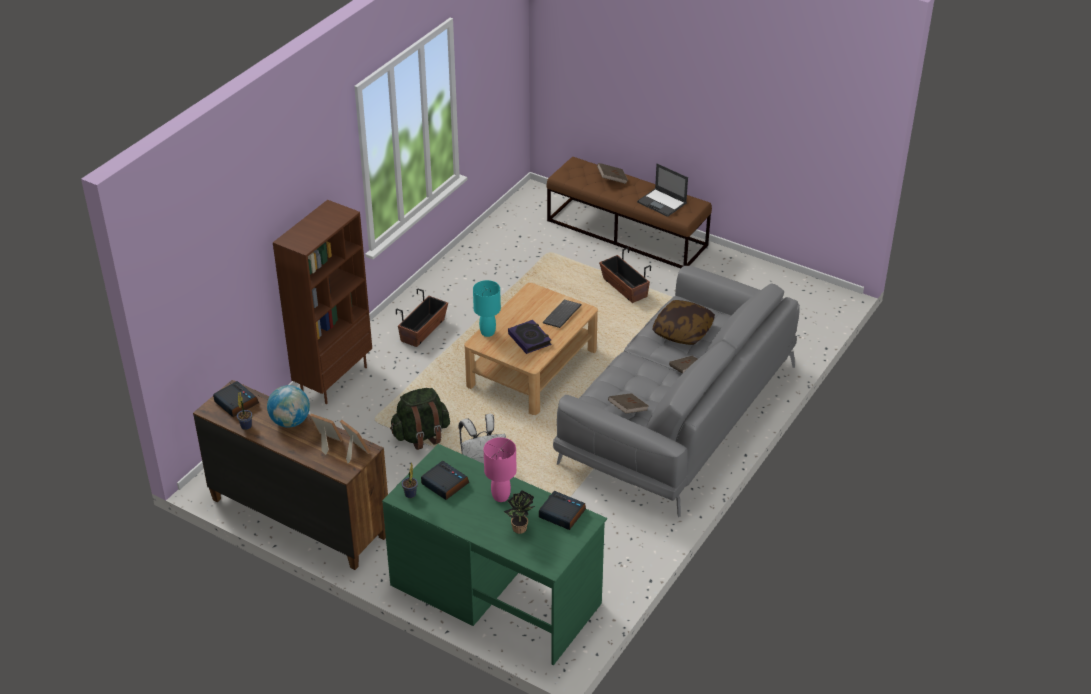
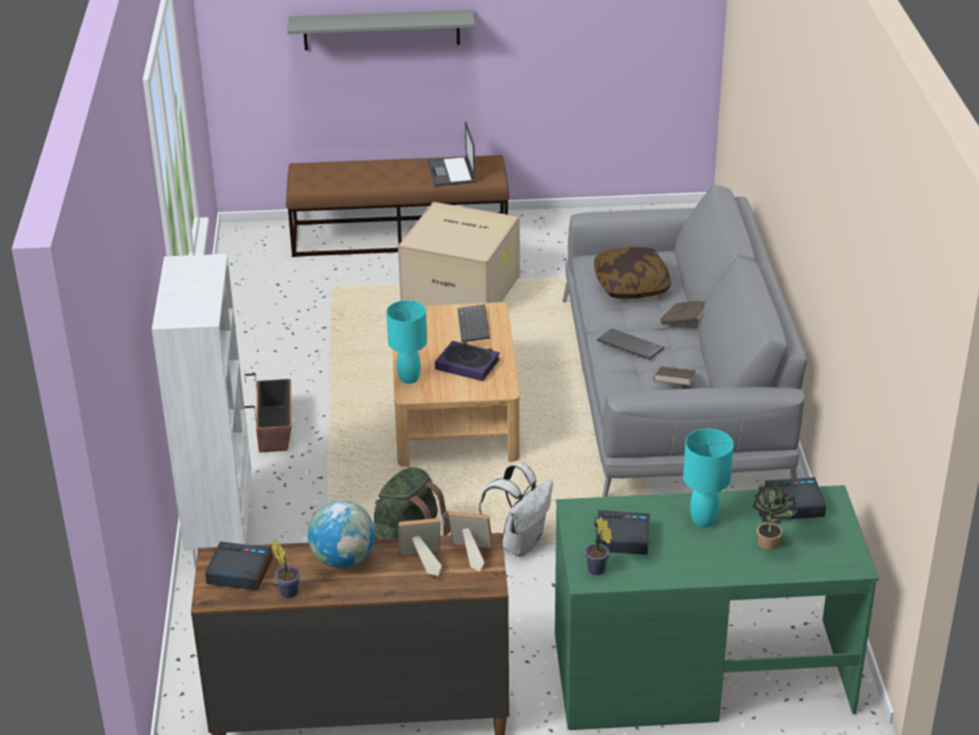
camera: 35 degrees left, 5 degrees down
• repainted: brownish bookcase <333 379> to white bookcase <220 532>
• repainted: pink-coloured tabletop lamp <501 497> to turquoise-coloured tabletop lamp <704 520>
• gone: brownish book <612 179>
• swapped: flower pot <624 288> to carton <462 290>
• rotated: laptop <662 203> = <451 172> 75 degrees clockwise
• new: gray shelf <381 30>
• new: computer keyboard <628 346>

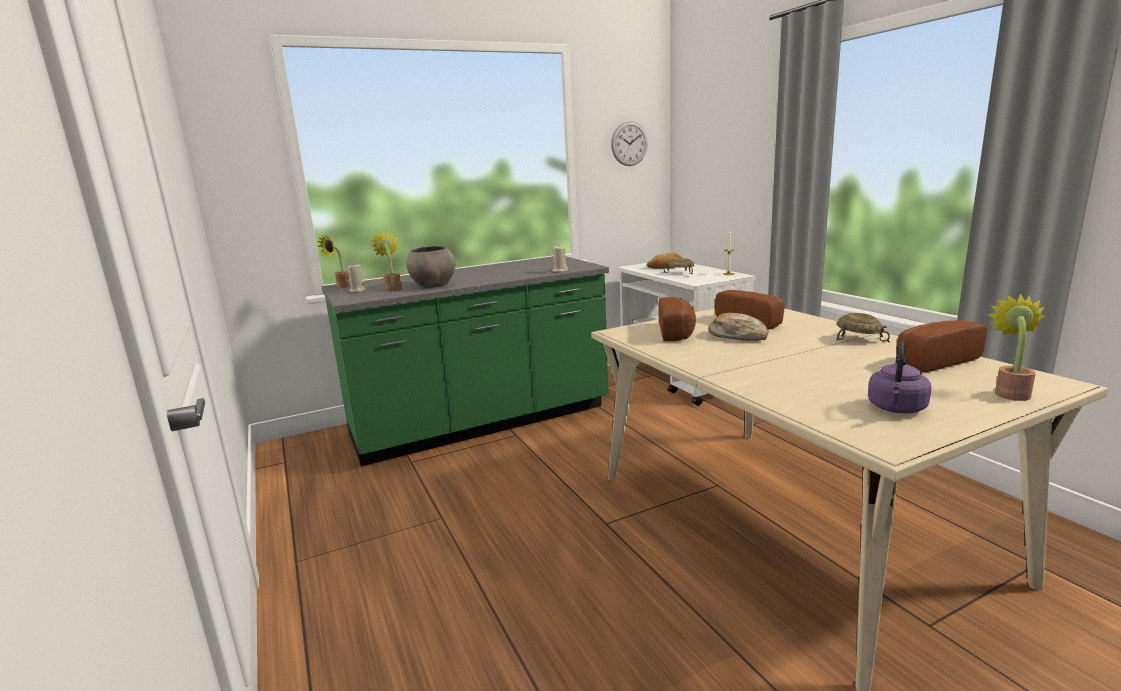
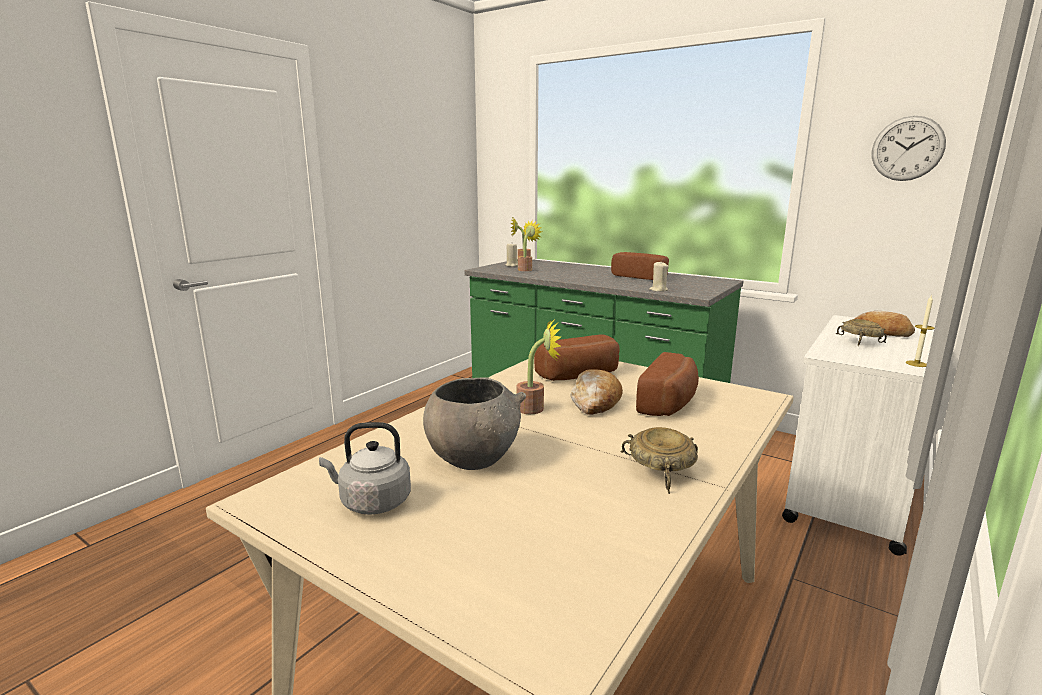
camera: 60 degrees right, 0 degrees up
• shifted: gray bowl <433 285> to <473 458>
• repainted: purple-coloured water kettle <896 409> to gray water kettle <372 502>
• shifted: baked bread <932 361> to <641 276>
• shifted: plant in a pot <1010 392> to <536 408>

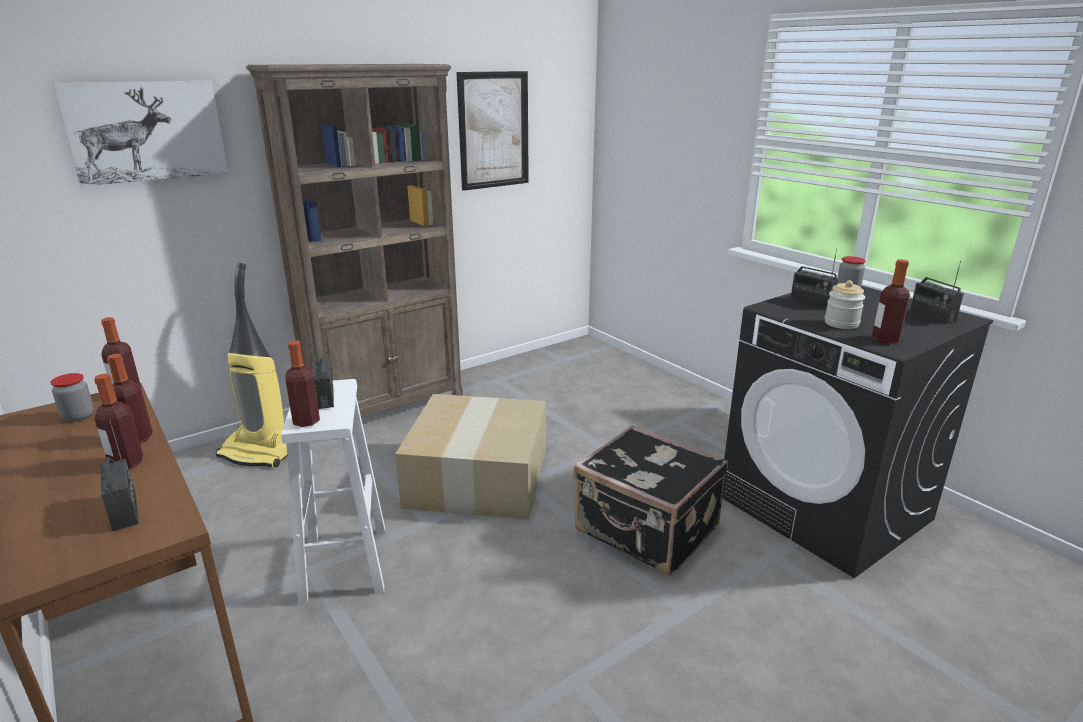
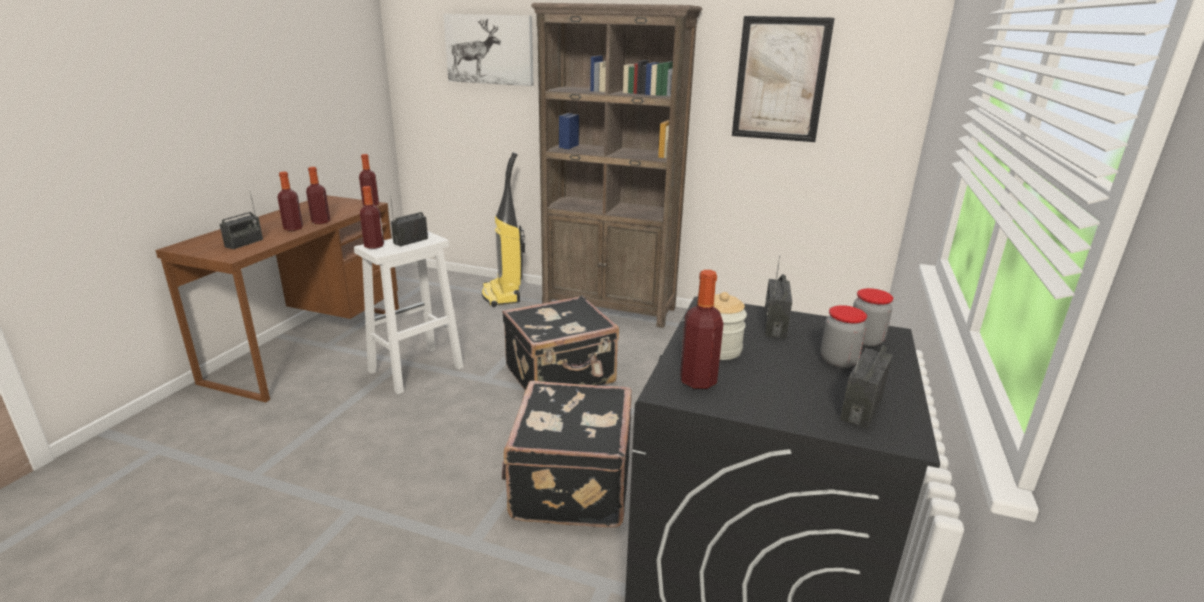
camera: 55 degrees right, 0 degrees up
• shifted: preserve jar <78 416> to <838 361>
• swapped: carton <476 476> to black piece of luggage <561 376>

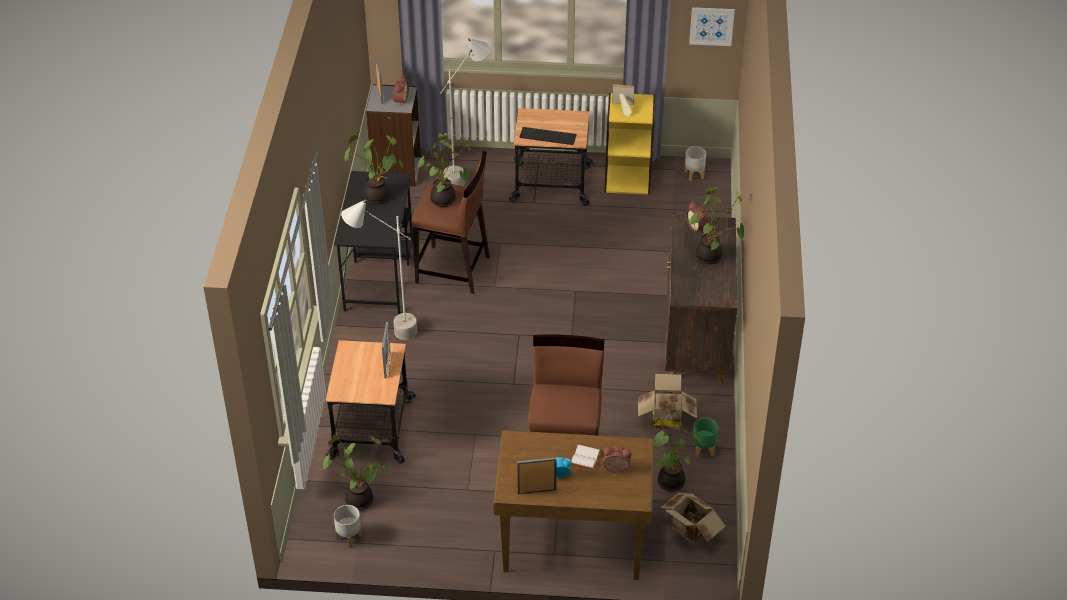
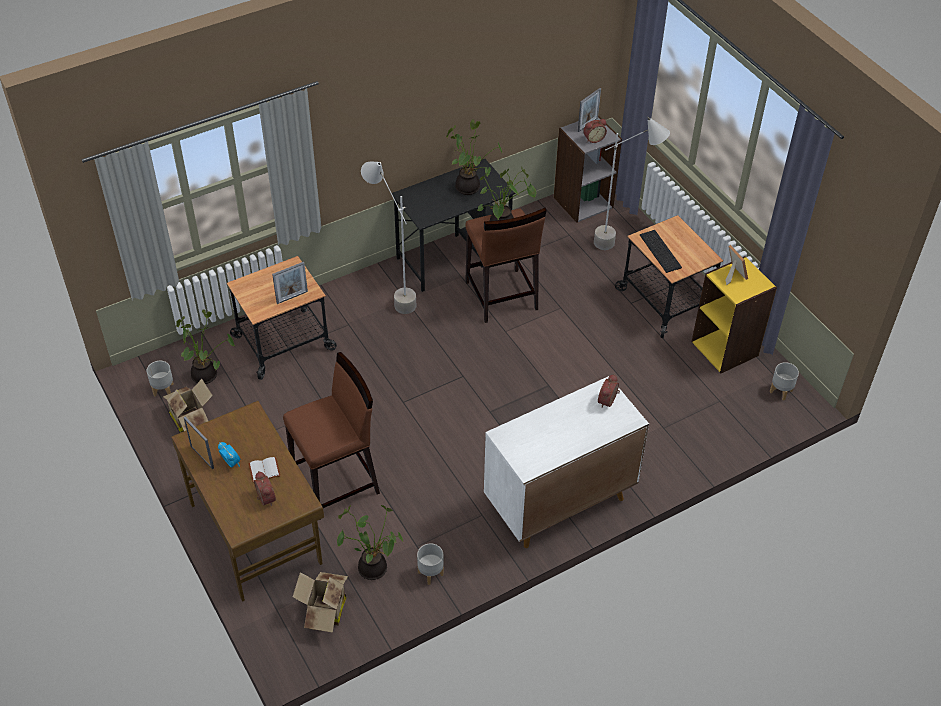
camera: 55 degrees right, 5 degrees up
• shifted: carton <665 417> to <191 419>
• repainted: brownish cupboard <696 343> to white cupboard <558 503>
• gone: wall art <711 25>
• gone: plant in a pot <711 257>
• repainted: greenish flower pot <704 449> to gray flower pot <431 574>

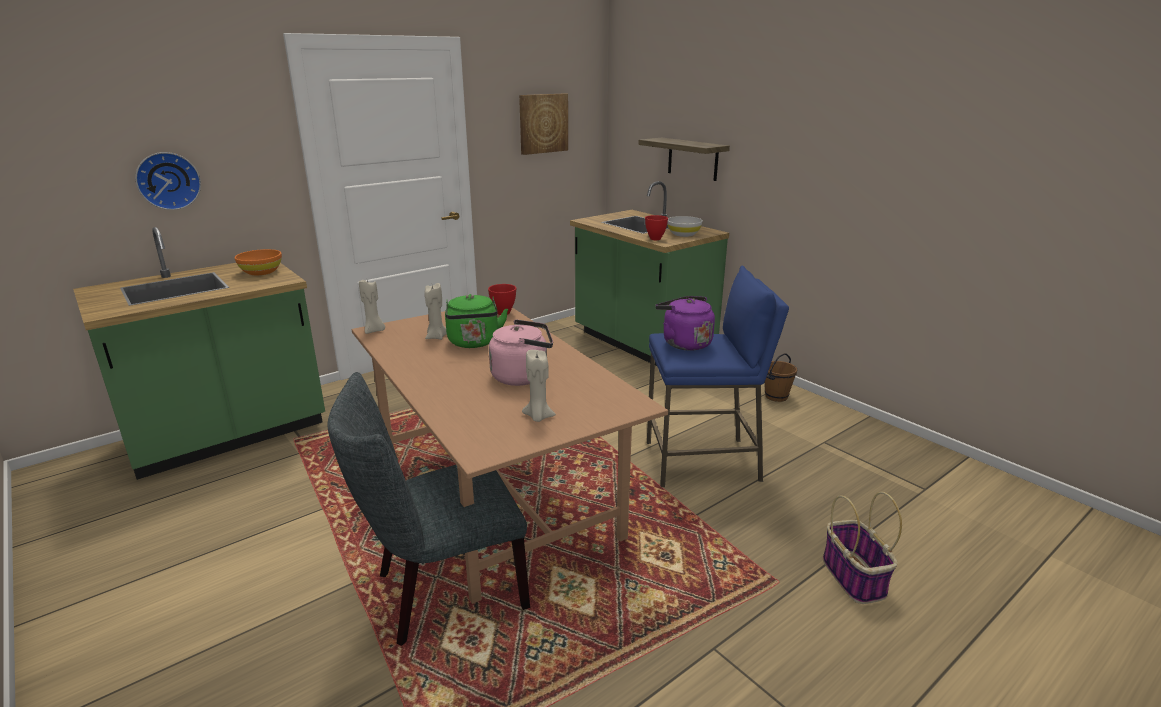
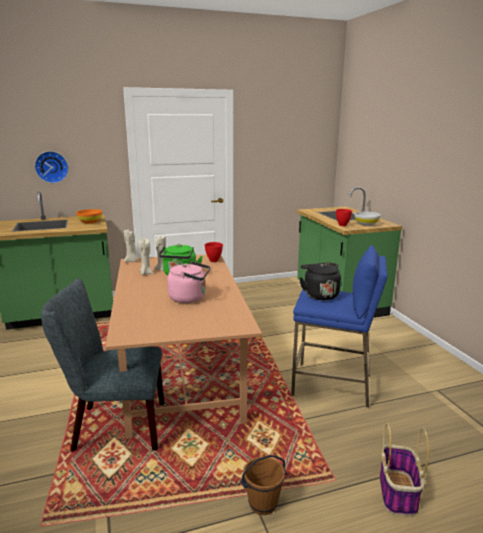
camera: 20 degrees right, 5 degrees down
• gone: wall art <543 123>
• shifted: beige wax light <538 417> to <146 273>
• gone: shelf <692 159>
• repainted: purple-coloured water kettle <684 343> to black water kettle <319 295>
• shifted: brownish pail <776 396> to <262 503>

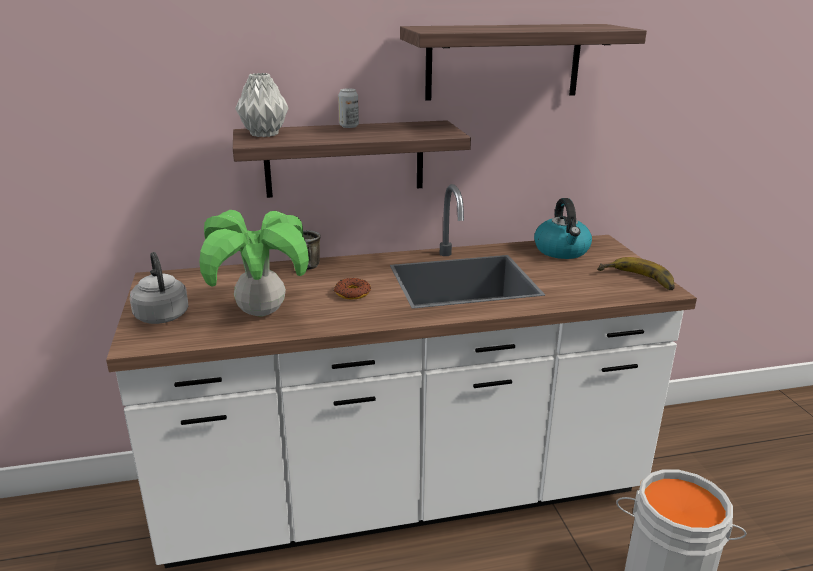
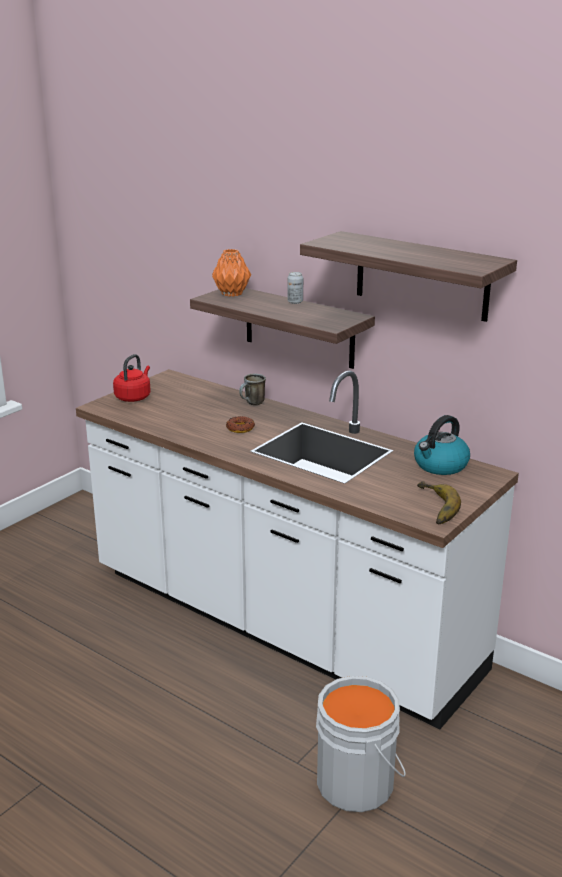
camera: 50 degrees right, 0 degrees up
• repainted: gray water kettle <161 315> to reddish water kettle <134 397>
• gone: plant in a pot <262 312>
• repainted: gray decorative vase <265 134> to orangey decorative vase <232 294>

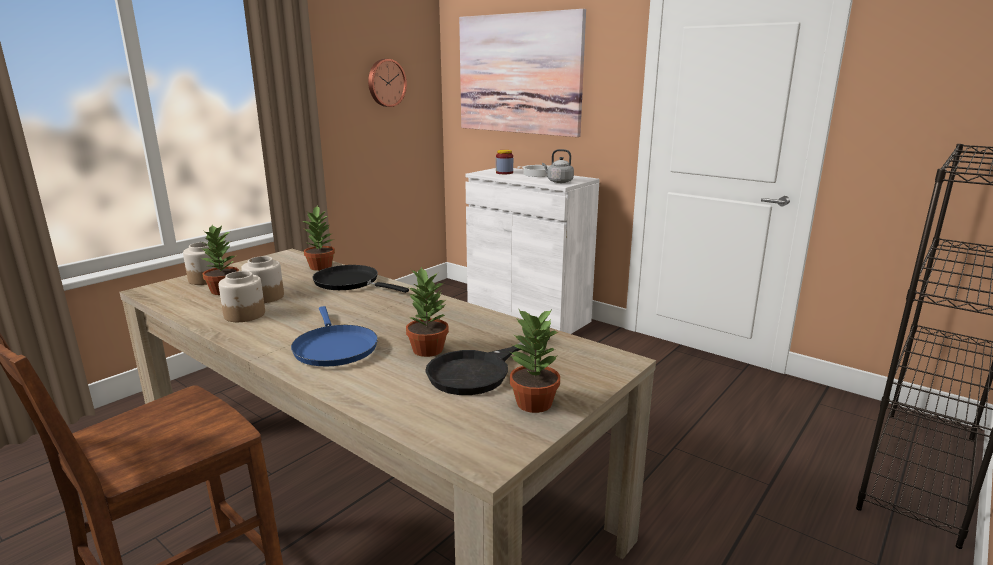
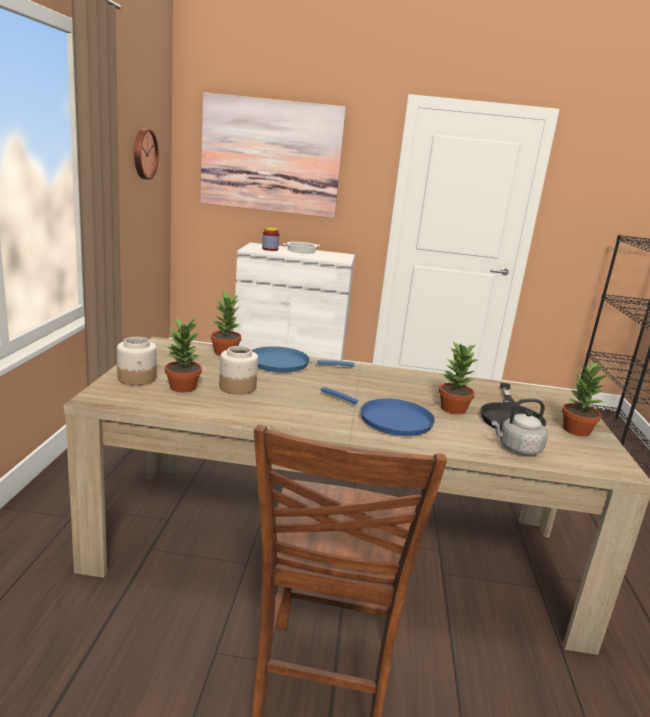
camera: 35 degrees left, 0 degrees up
• gone: preserve jar <245 315>
• repainted: black skillet <350 282> to blue skillet <283 364>
• shifted: gray water kettle <558 181> to <517 449>

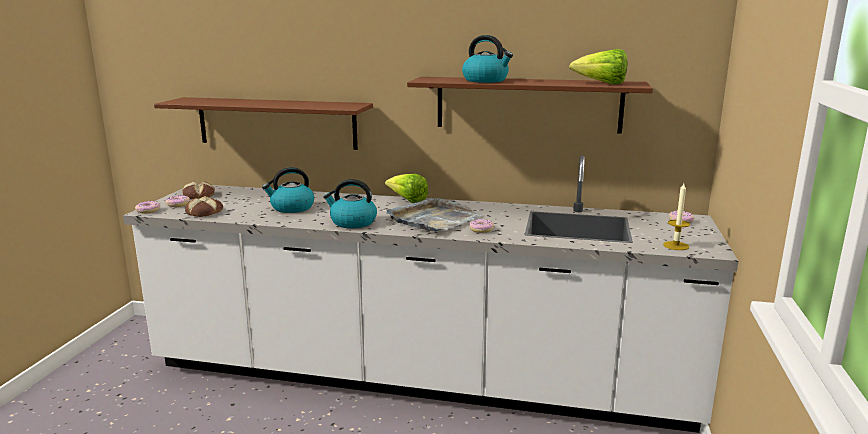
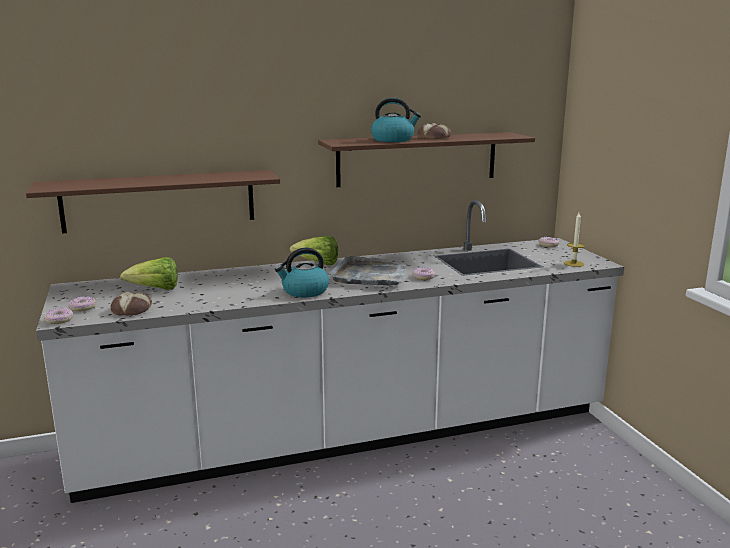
camera: 30 degrees left, 0 degrees up
• shifted: baked bread <198 196> to <434 138>
• gone: water kettle <291 208>
• shifted: lettuce head <602 84> to <156 289>

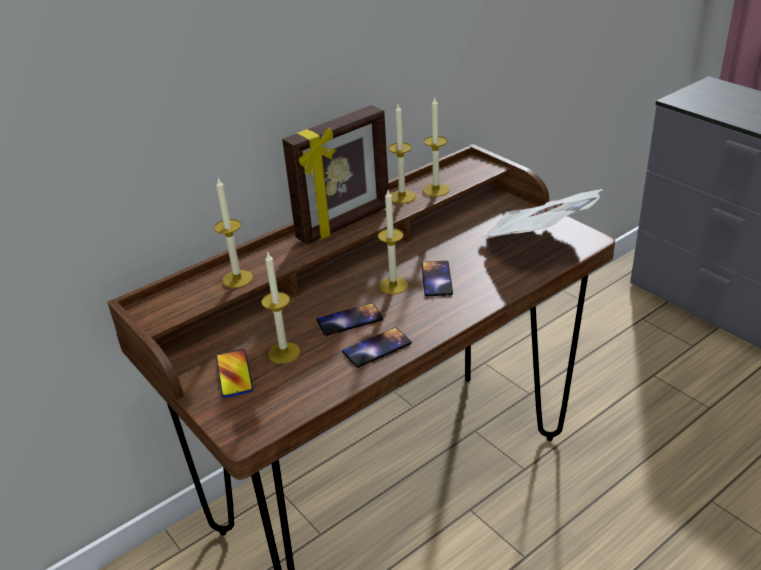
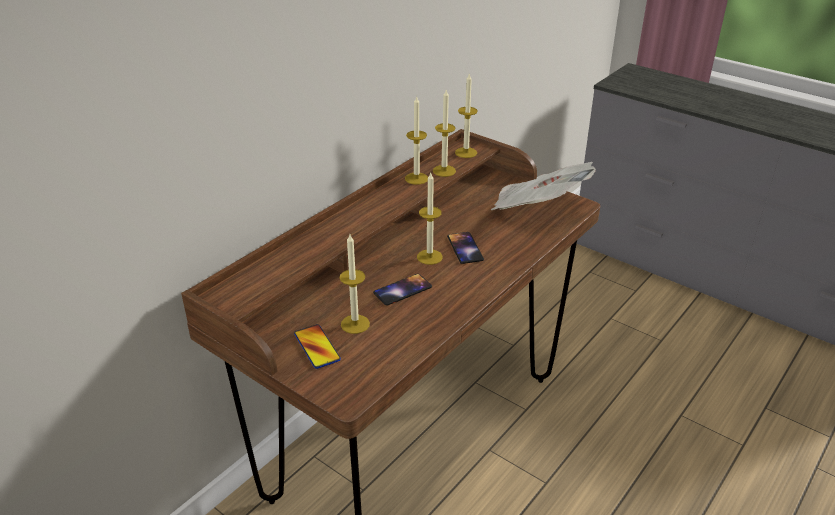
camera: 15 degrees left, 0 degrees up
• shifted: wax light <237 279> to <466 152>
• gone: standing frame <345 223>
• gone: telephone <377 348>

